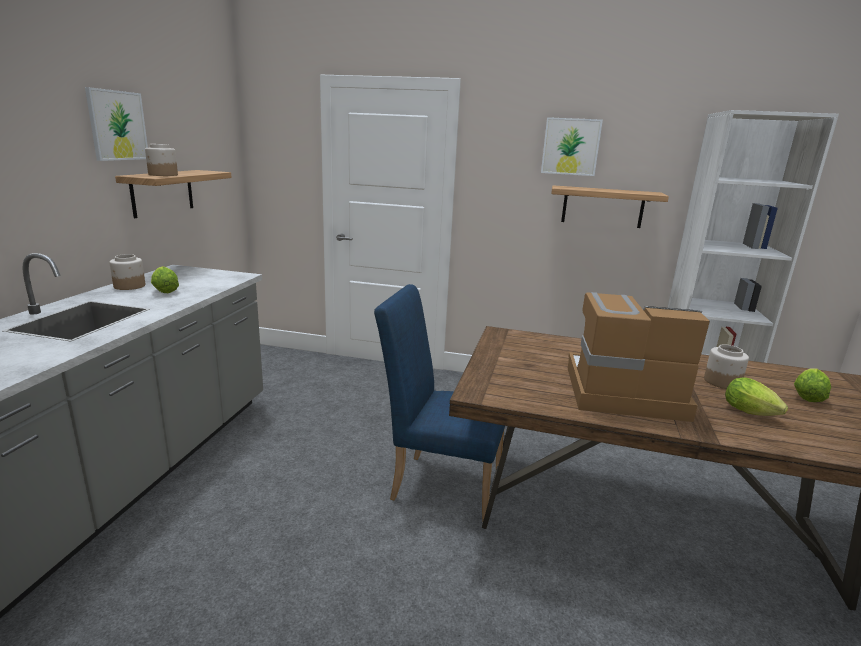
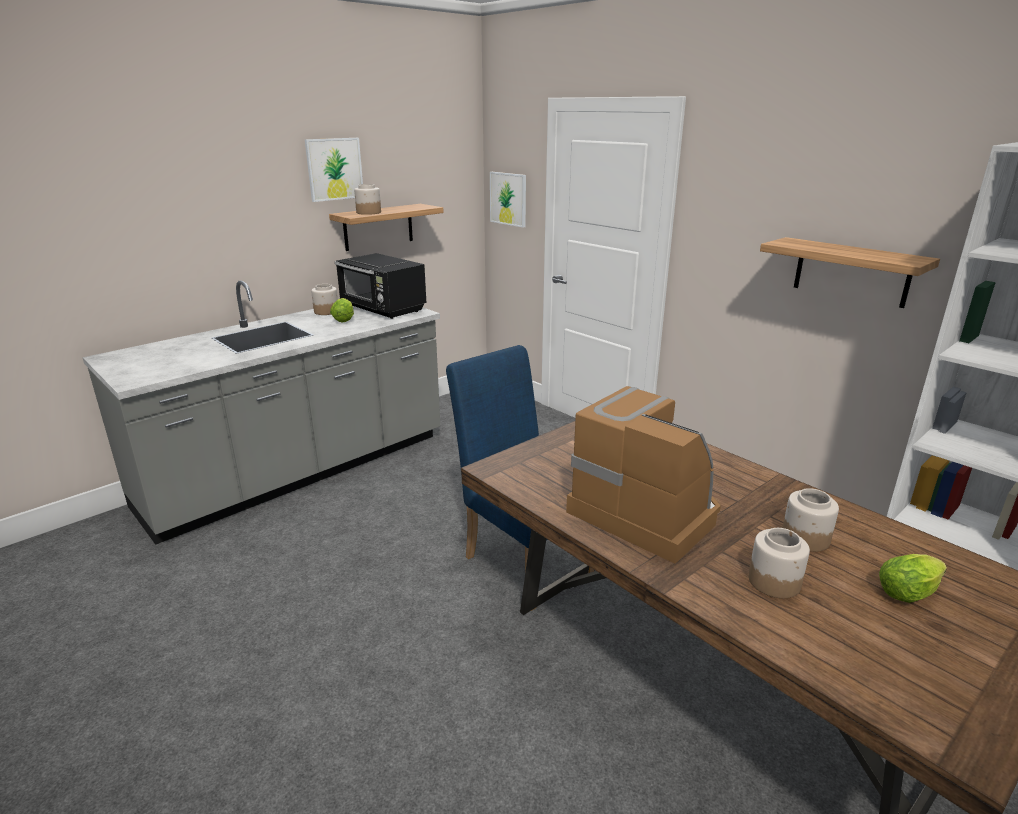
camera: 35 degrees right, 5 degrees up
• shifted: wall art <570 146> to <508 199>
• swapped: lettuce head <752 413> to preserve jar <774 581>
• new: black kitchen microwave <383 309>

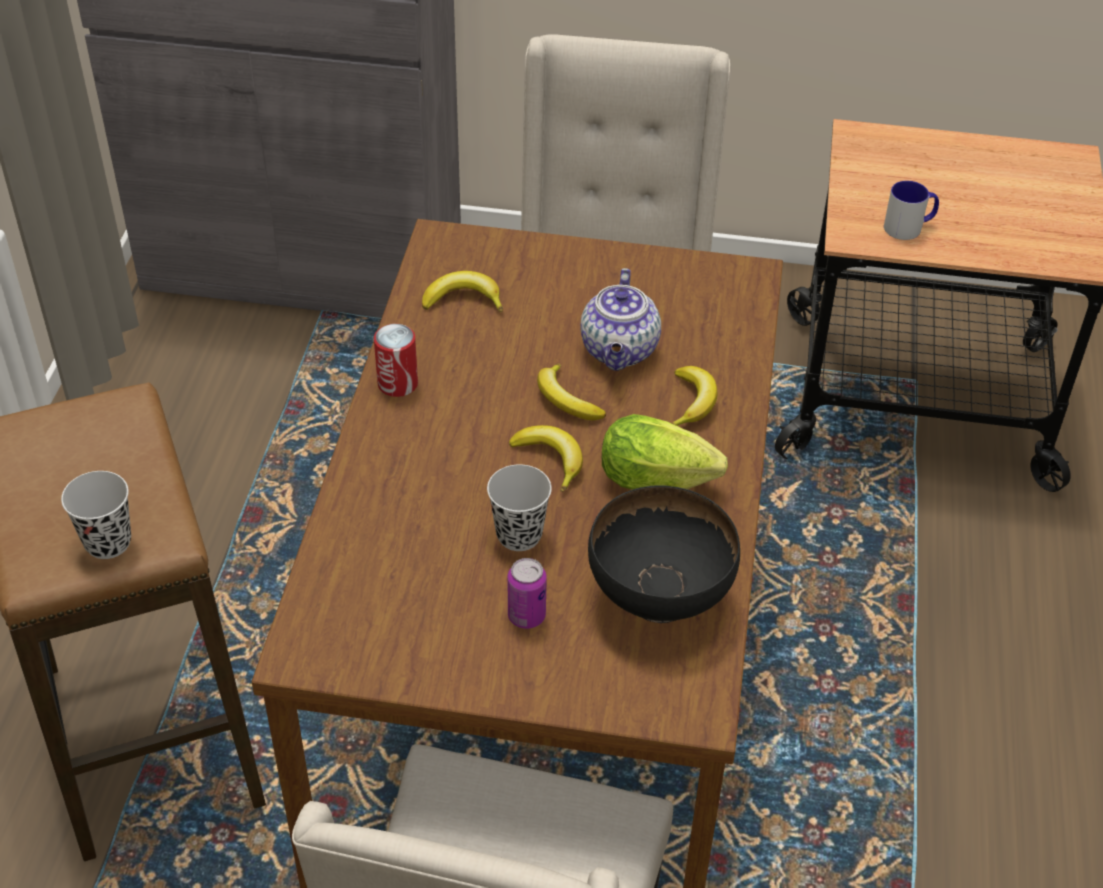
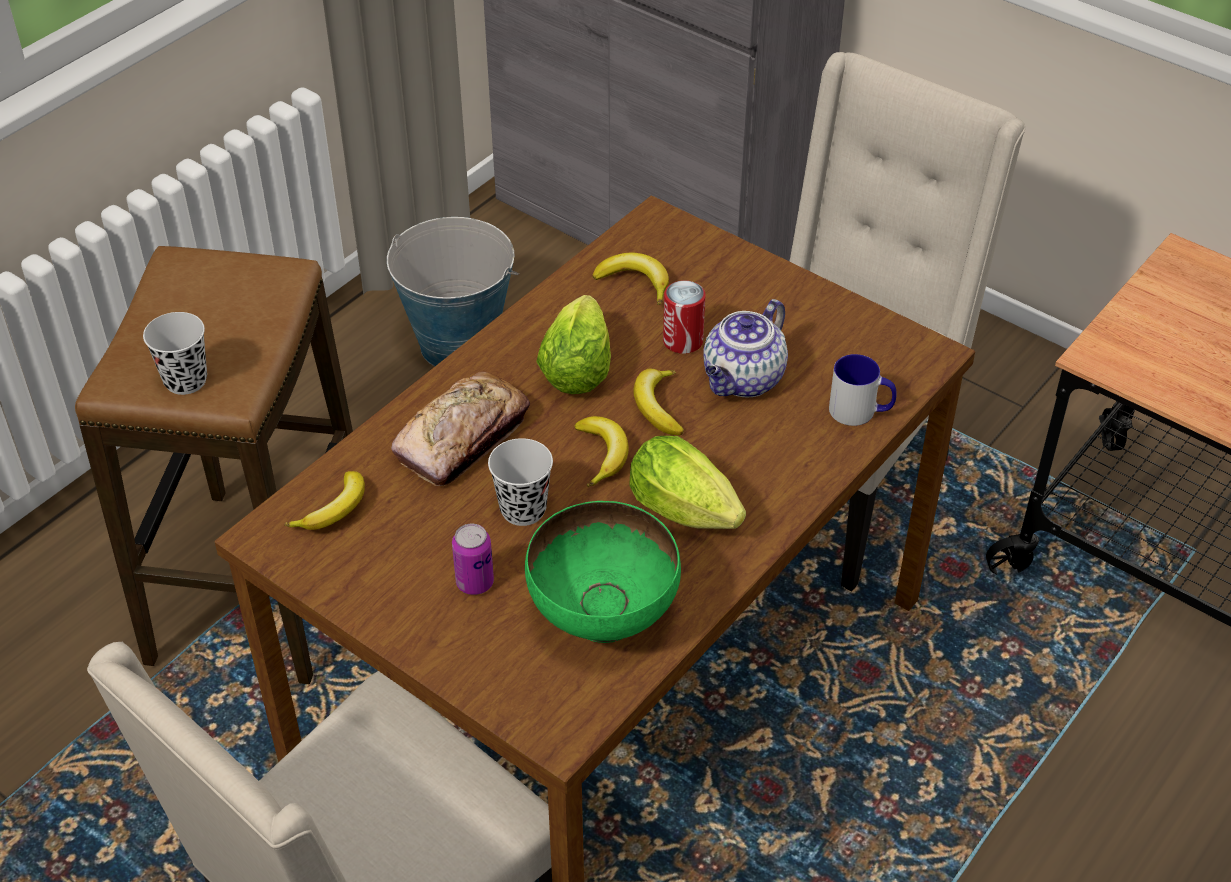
camera: 30 degrees right, 0 degrees up
• shifted: metal can <397 384> to <683 341>
• repainted: black bowl <657 598> to greenish bowl <602 616>
• shifted: whole banana <692 402> to <334 510>
• shifted: coffee mug <909 227> to <860 411>
• new: pail <457 344>
• new: baked bread <463 439>
• new: lettuce head <578 366>

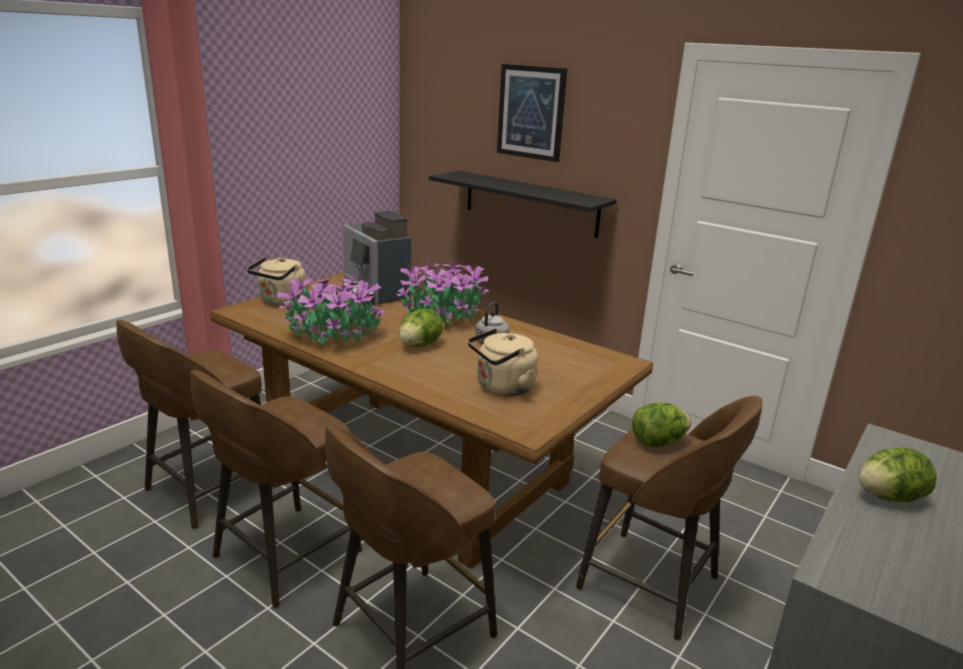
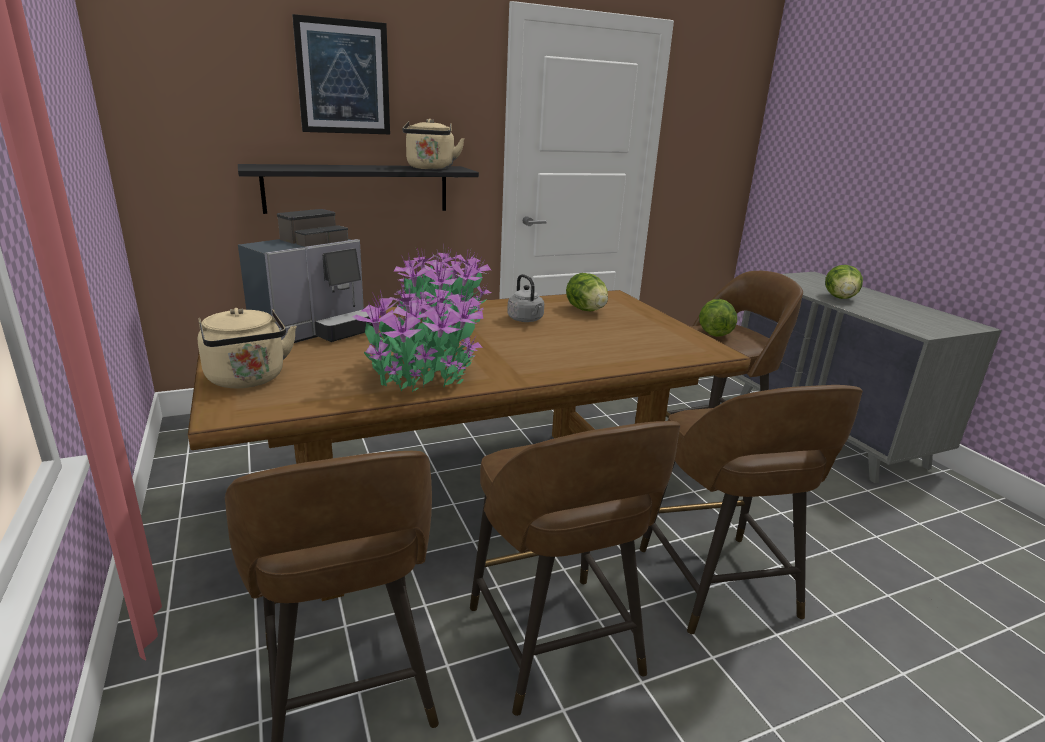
camera: 60 degrees left, 0 degrees up
• rotated: coffee maker <374 294> = <316 331> 45 degrees counterclockwise
• shifted: lettuce head <420 345> to <586 310>
• shifted: beige water kettle <502 388> to <430 168>

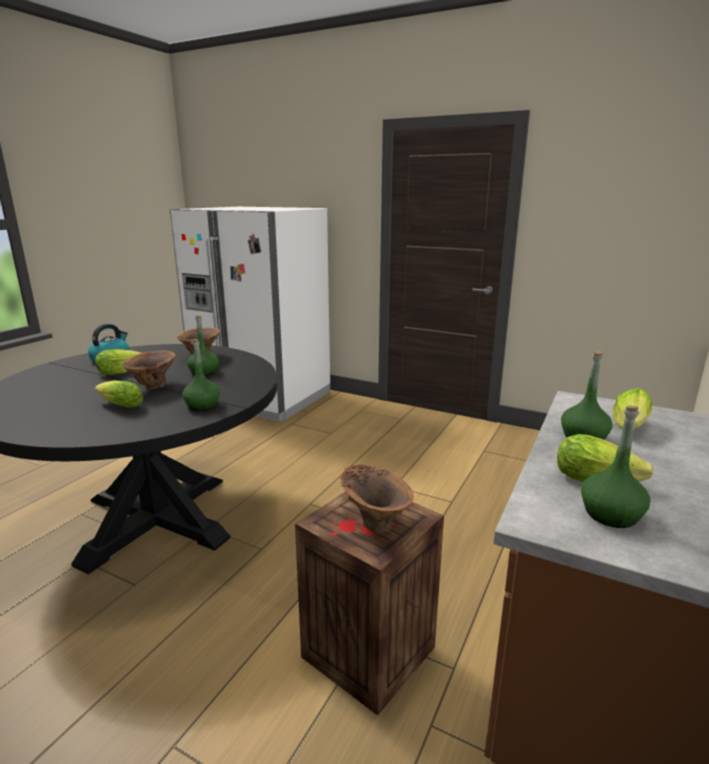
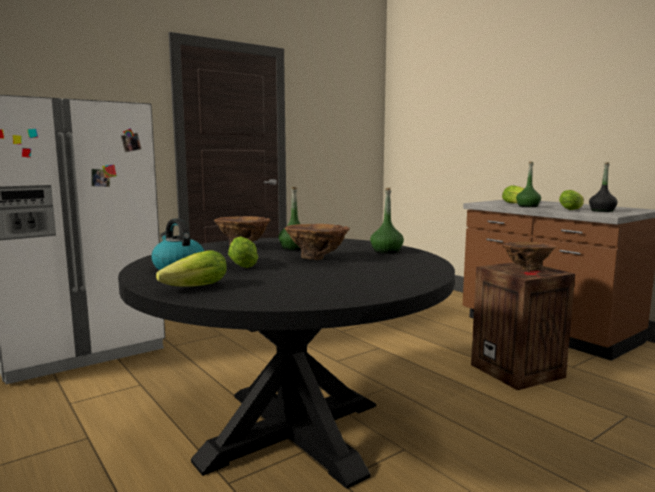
camera: 65 degrees left, 10 degrees down
• shifted: lettuce head <119 405> to <192 288>
• repainted: greenish drink bottle <610 514> to black drink bottle <602 211>

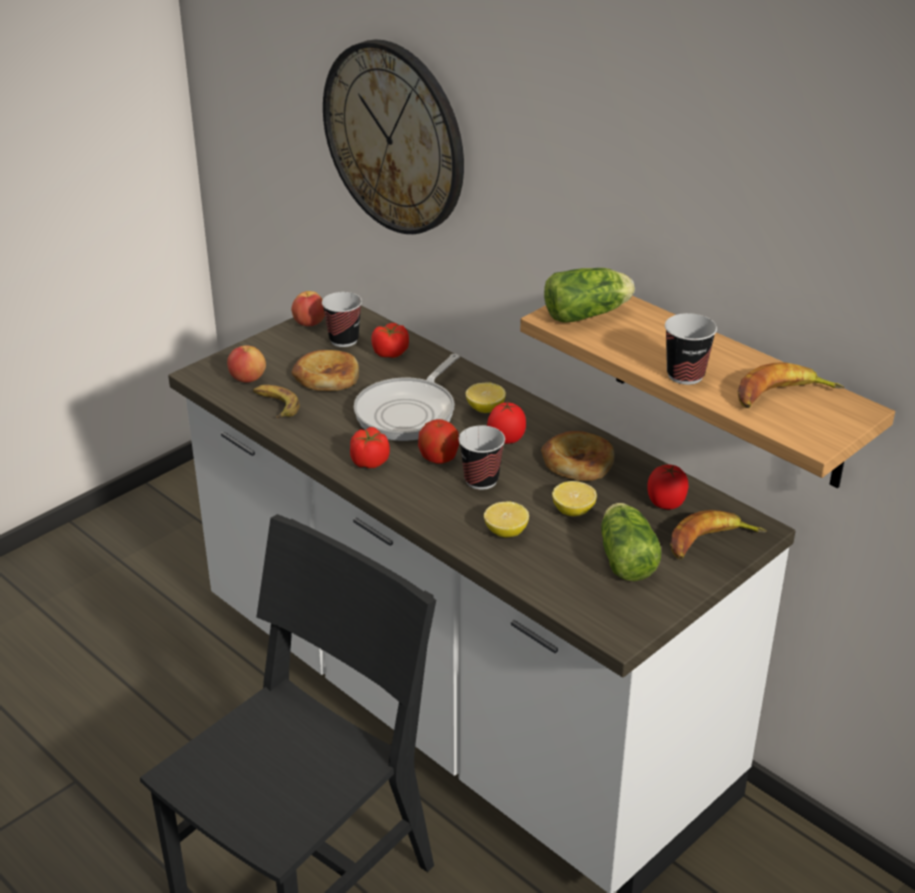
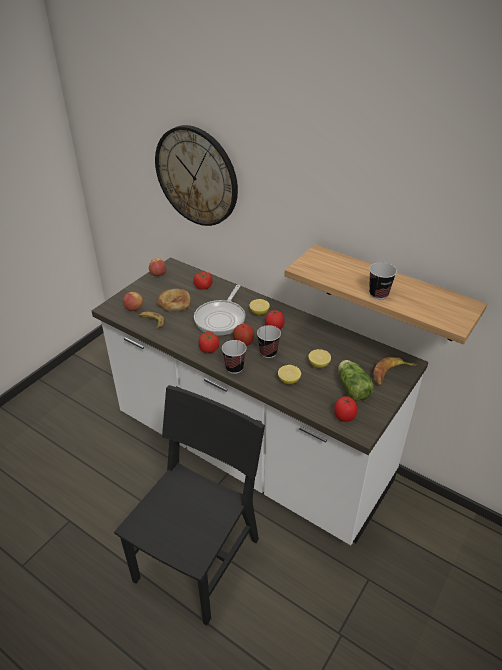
camera: 10 degrees left, 5 degrees up
• shifted: small cup <343 340> to <234 368>
• gone: baked bread <577 461>
• gone: lettuce head <589 314>
• shifted: fresh tomato <666 503> to <344 417>
• gone: whole banana <782 396>

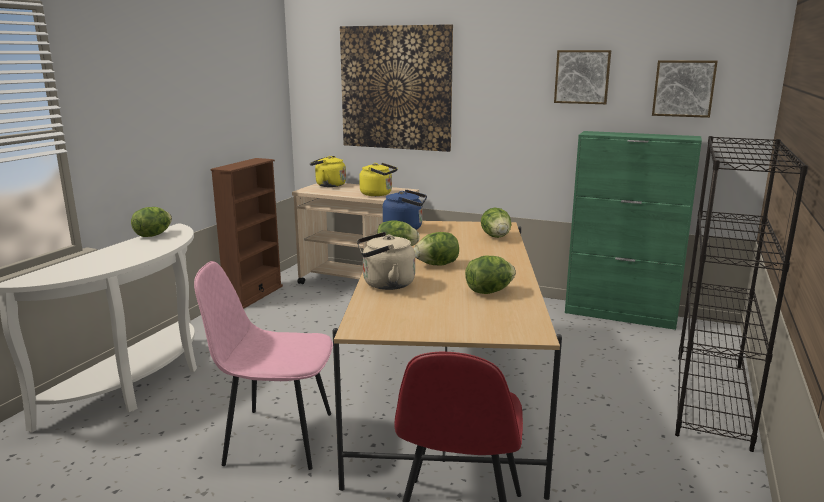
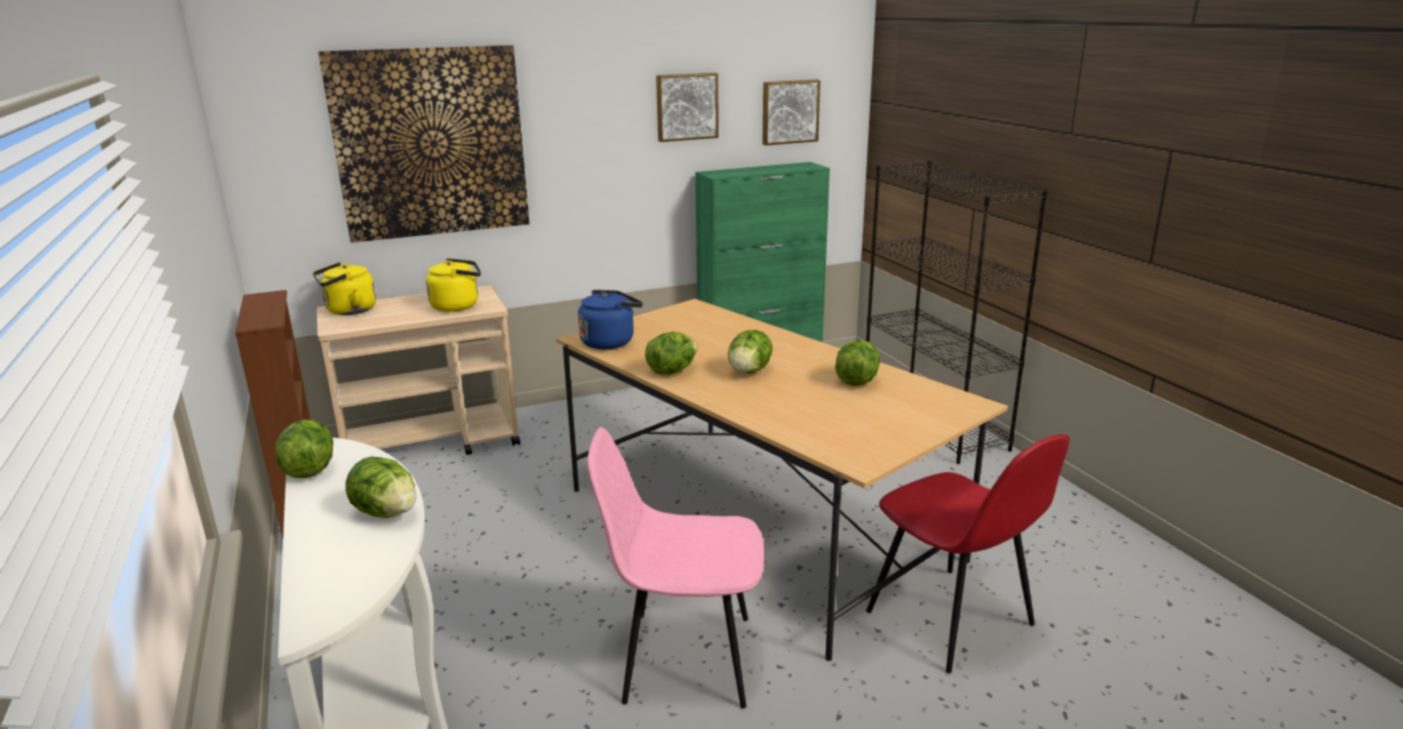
camera: 45 degrees left, 5 degrees up
• rotated: pink-coloured upright chair <276 438> = <683 658> 45 degrees clockwise
• gone: beige water kettle <385 284>
• shifted: lettuce head <496 237> to <386 512>

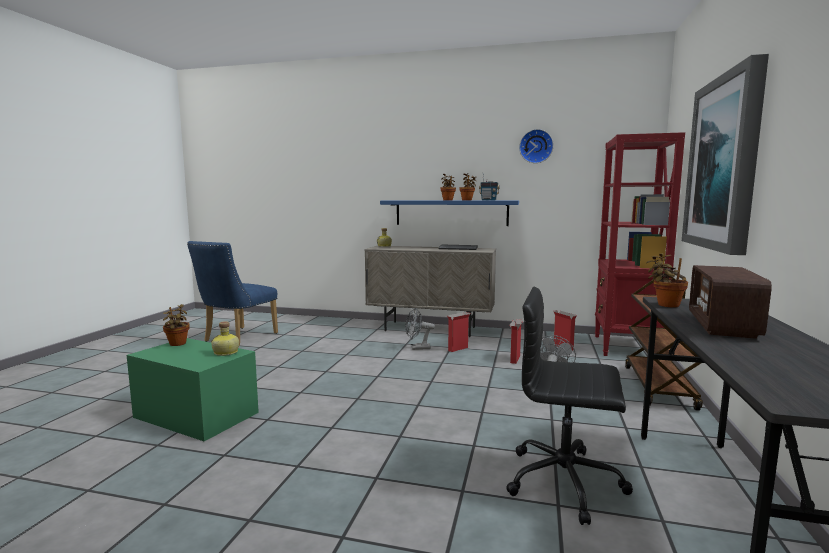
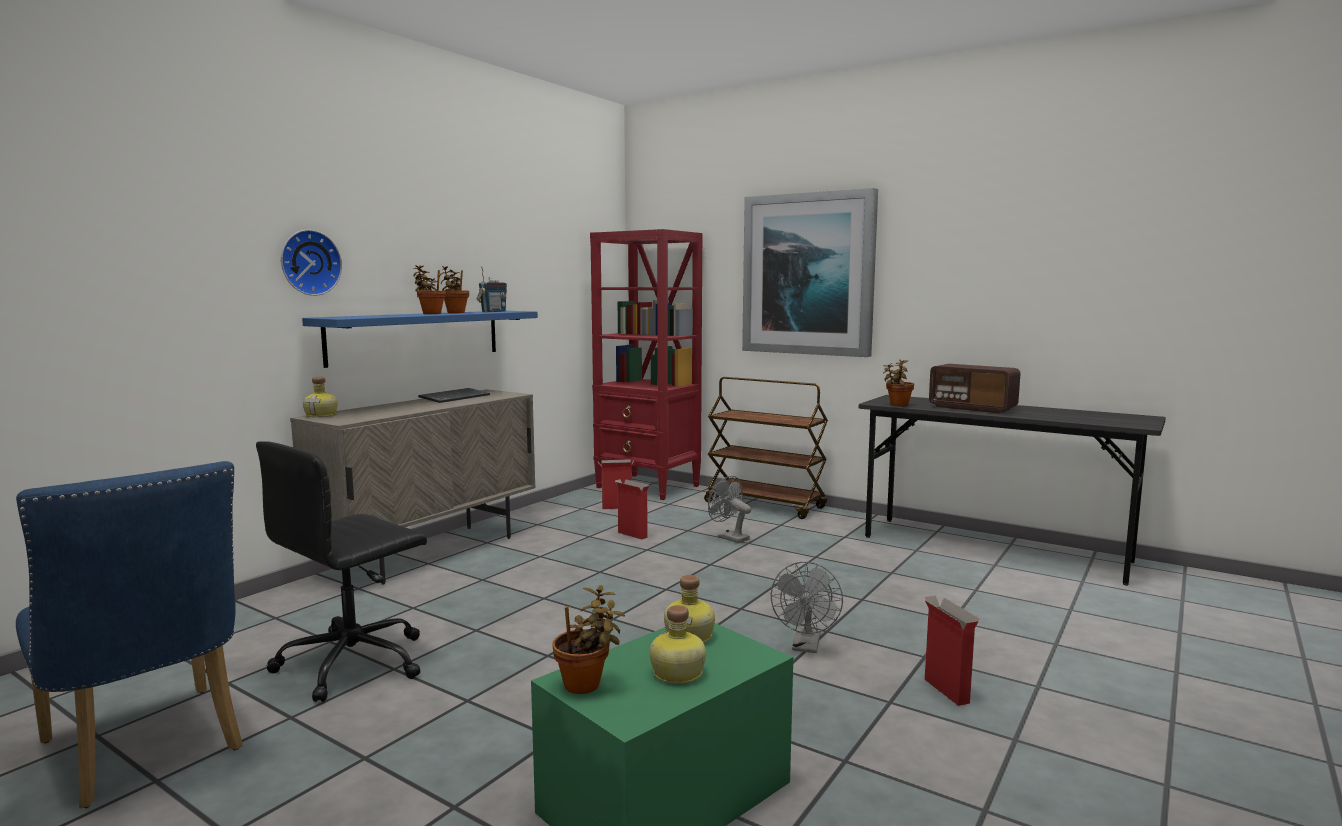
camera: 70 degrees left, 0 degrees up
• shifted: gray electric fan <417 348> to <806 647>
• shifted: carton <458 349> to <945 690>
• shifted: black office chair <566 482> to <355 662>
• shifted: wall clock <536 146> to <309 262>
• new: drink bottle <676 674>

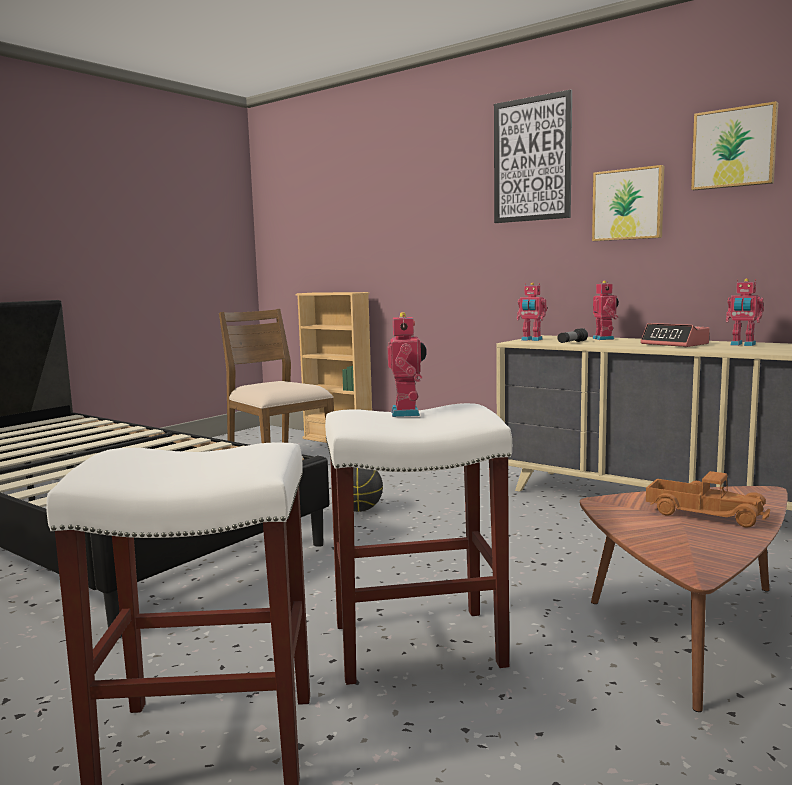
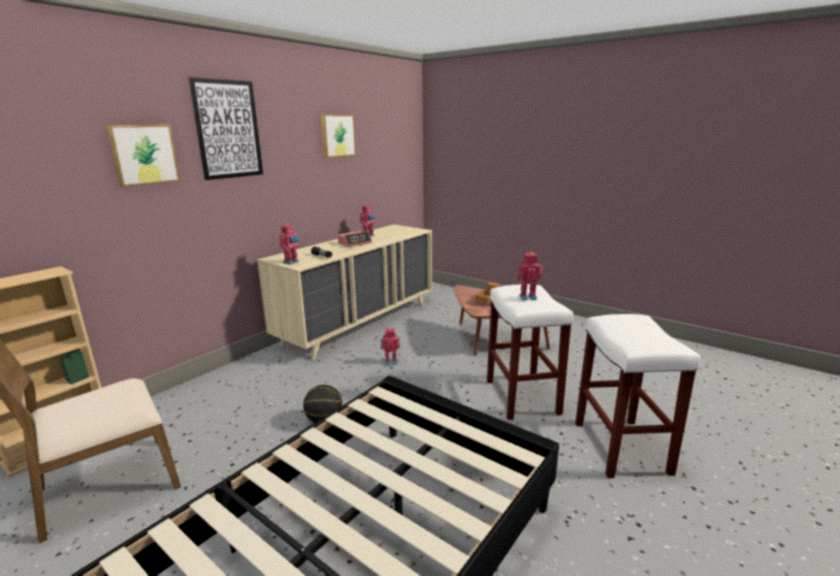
camera: 90 degrees left, 10 degrees up
• shifted: wall art <628 204> to <143 154>
• shifted: robot figure <604 339> to <390 362>

